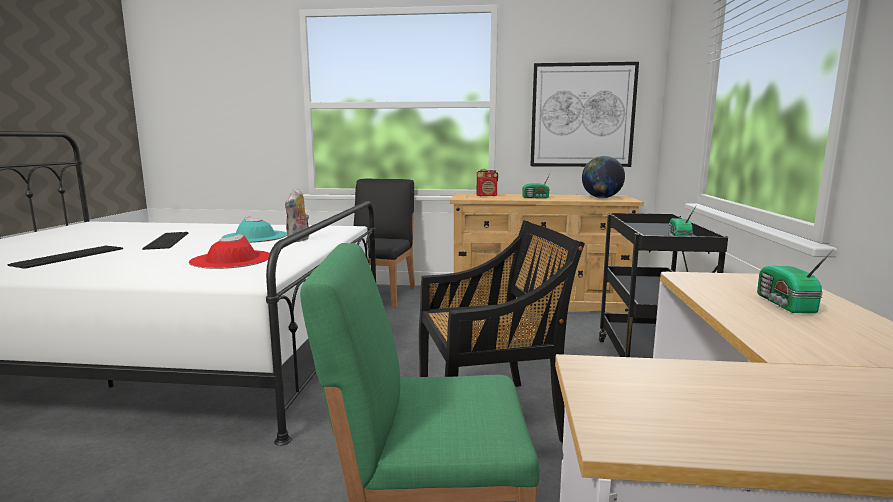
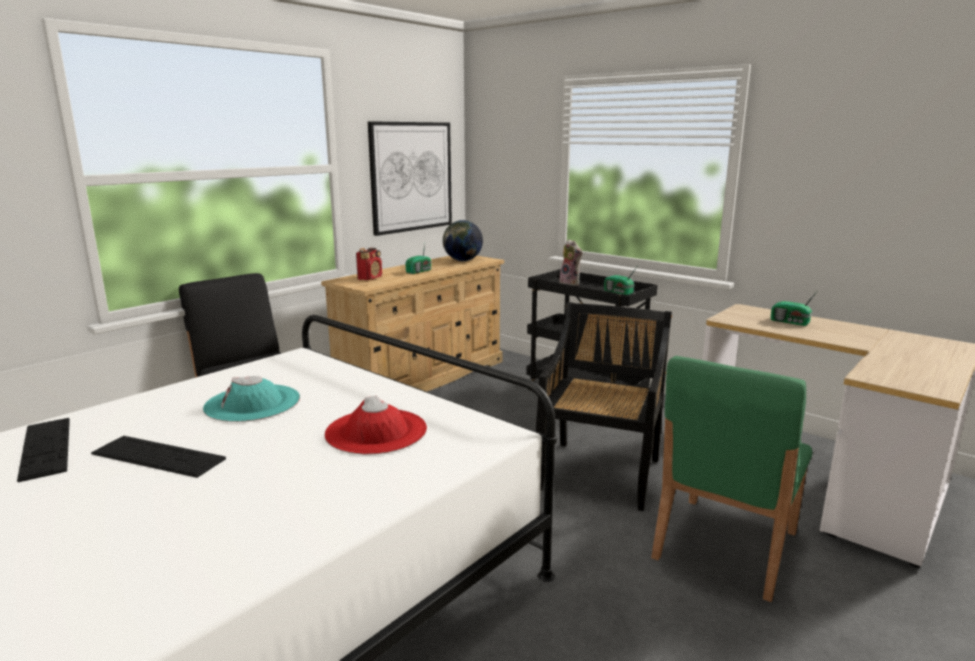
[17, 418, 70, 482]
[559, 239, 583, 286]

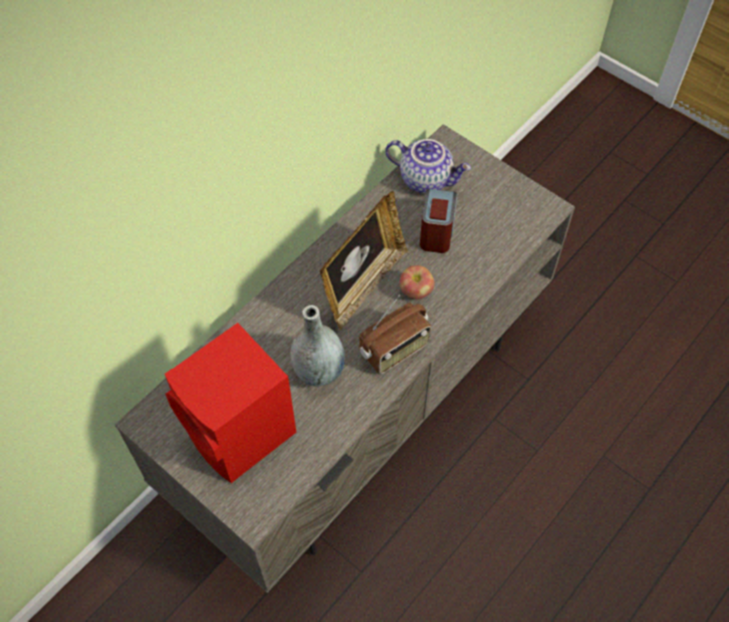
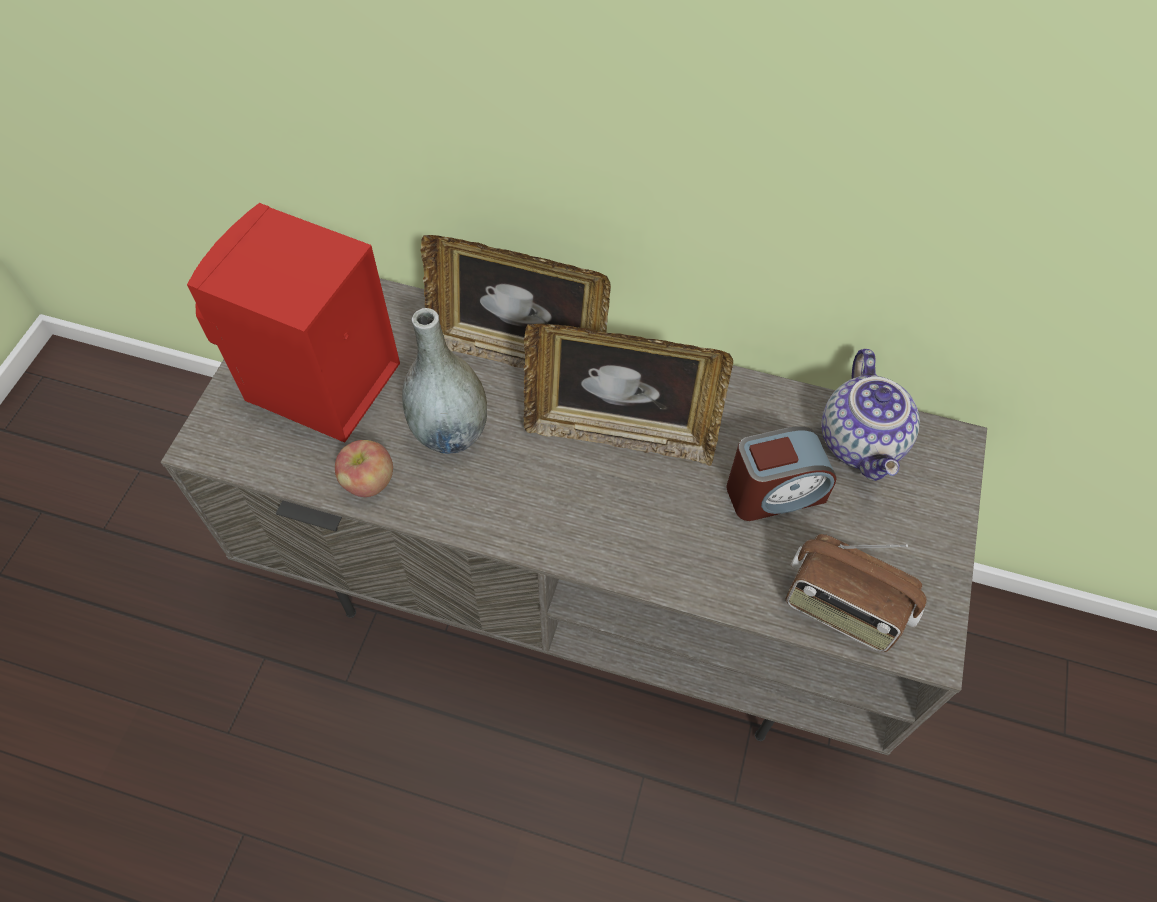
[786, 534, 927, 652]
[335, 440, 393, 497]
[421, 235, 611, 368]

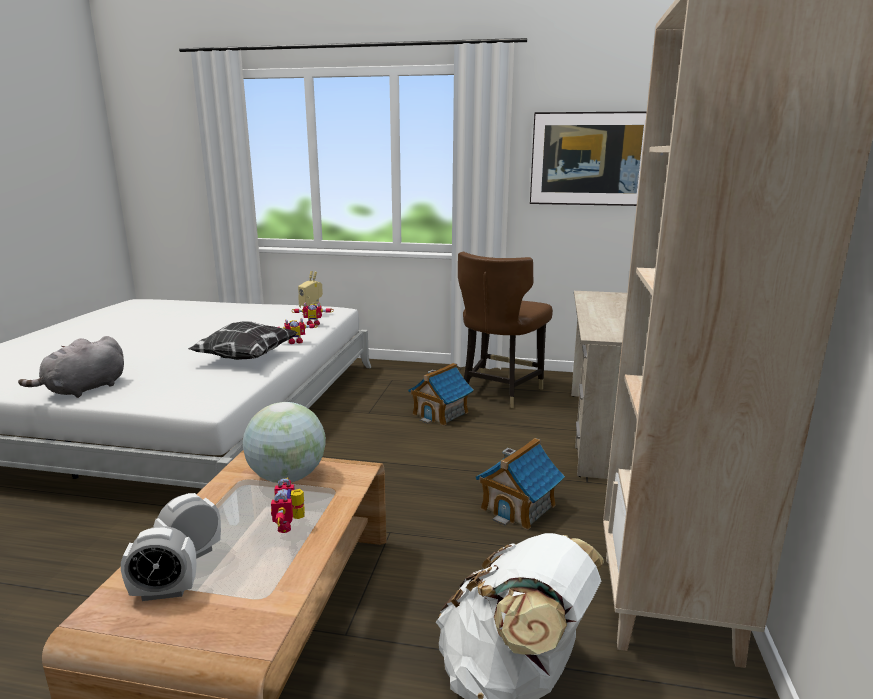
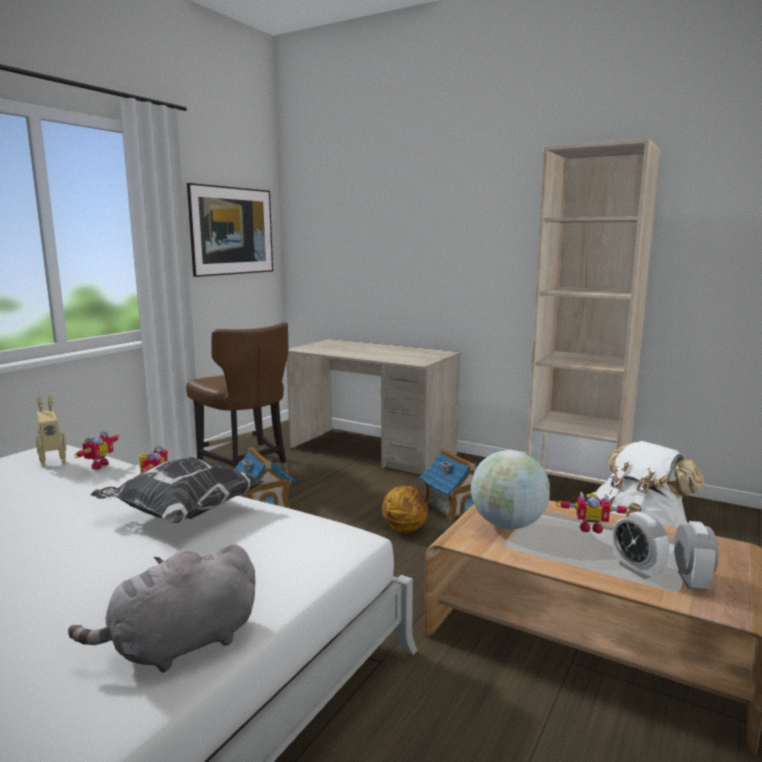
[68, 543, 256, 672]
[382, 486, 428, 533]

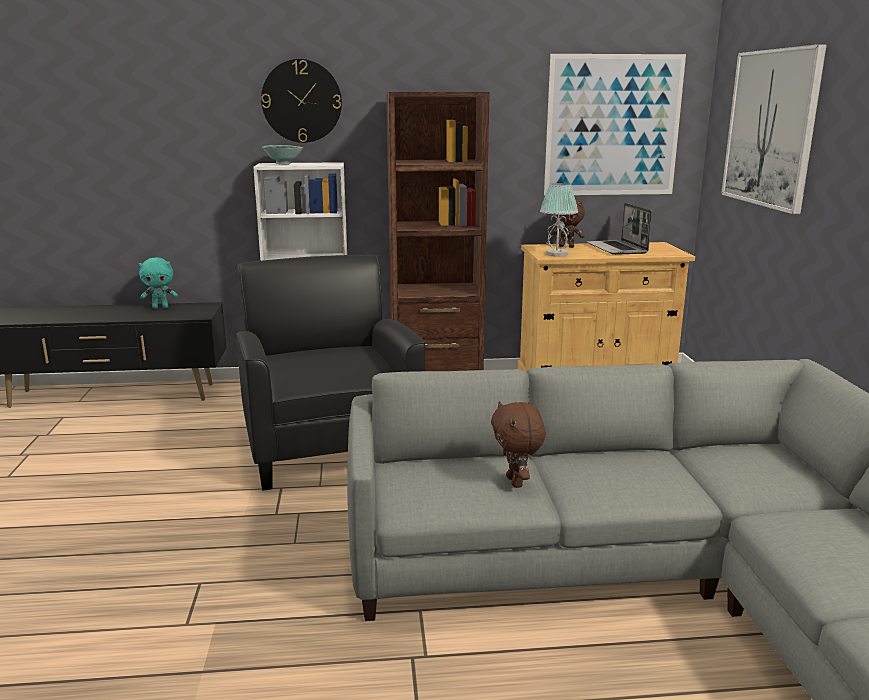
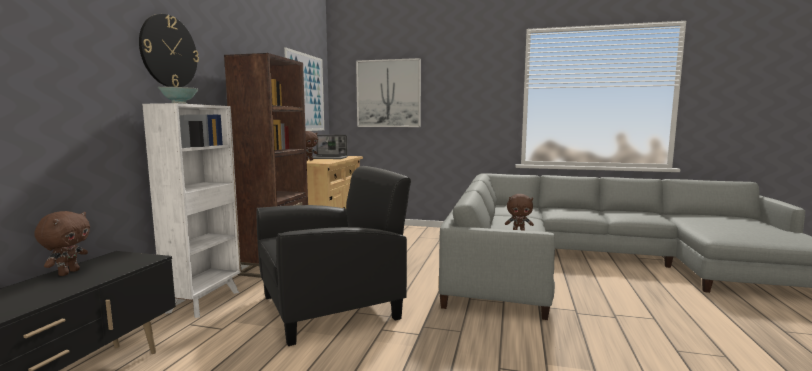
[34, 211, 90, 276]
[257, 166, 411, 346]
[540, 183, 578, 257] (first image)

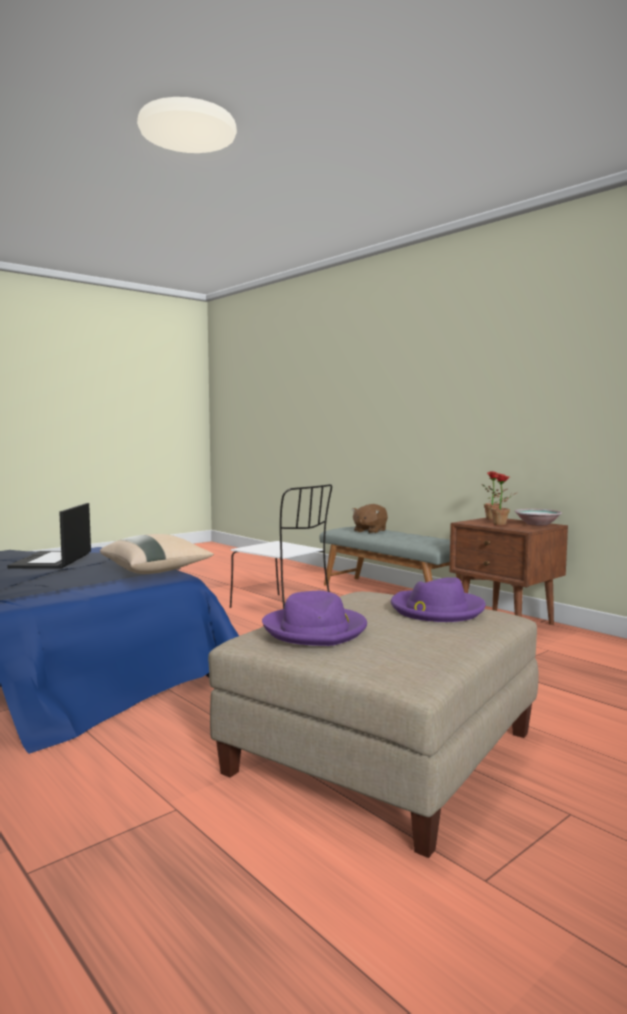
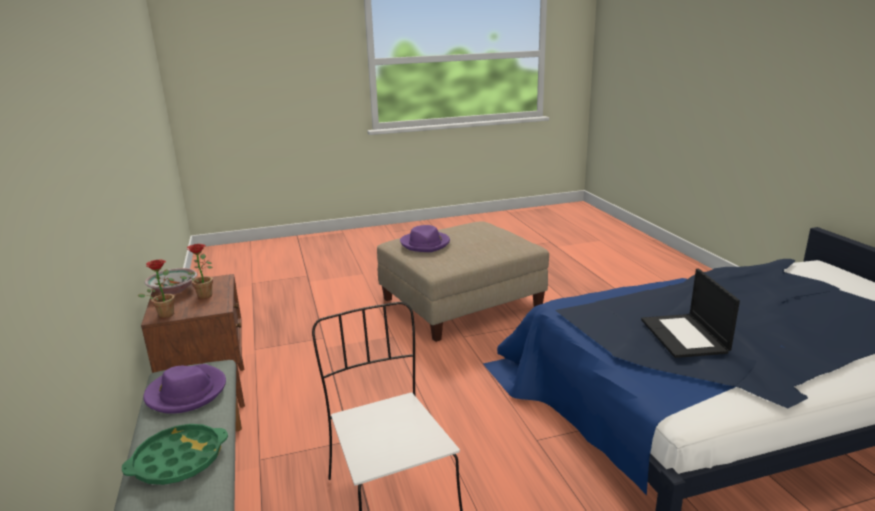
[641, 269, 740, 358]
[100, 534, 214, 574] (first image)
[143, 364, 226, 414]
[122, 424, 228, 485]

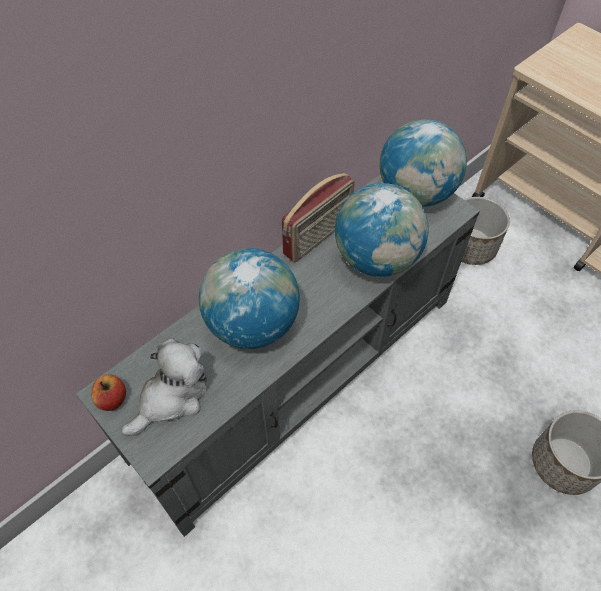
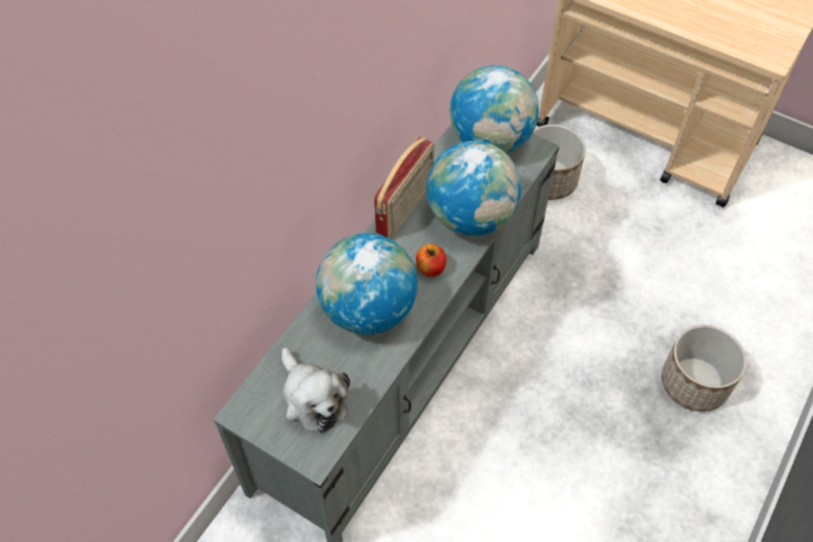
[416, 244, 446, 277]
[282, 347, 350, 433]

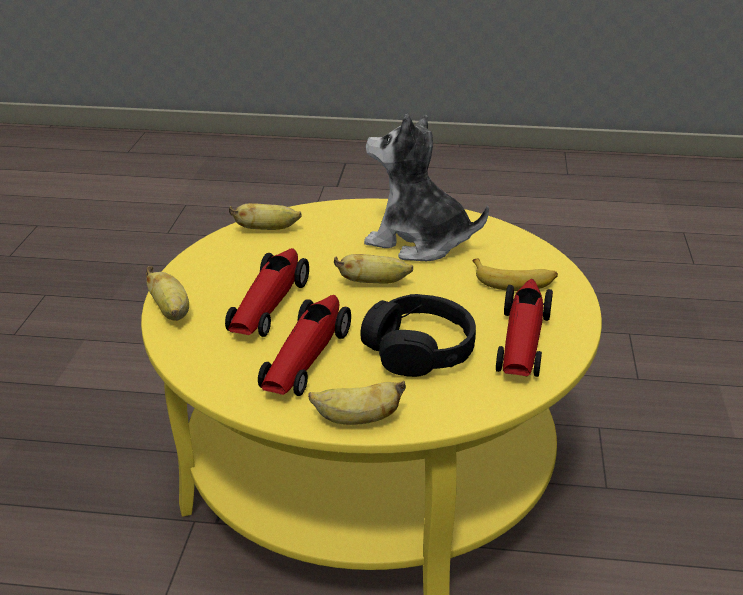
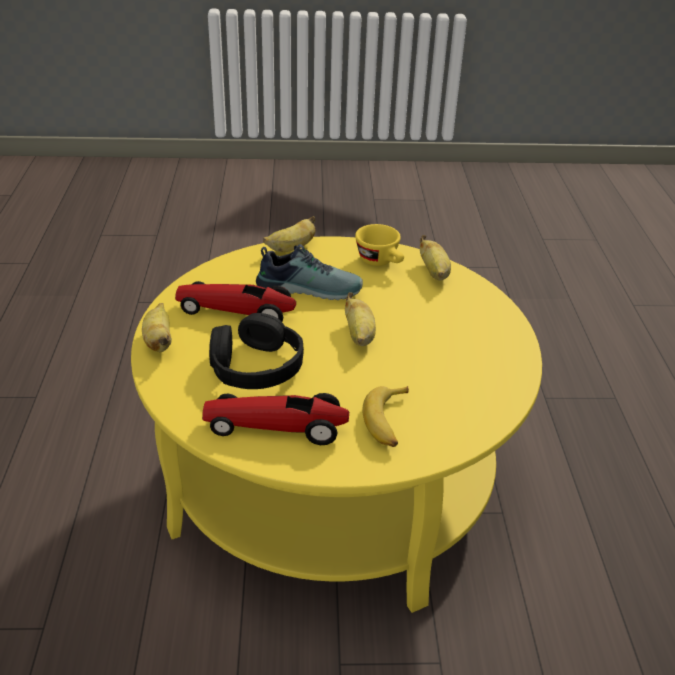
[256, 244, 363, 300]
[364, 114, 489, 261] (first image)
[355, 224, 404, 266]

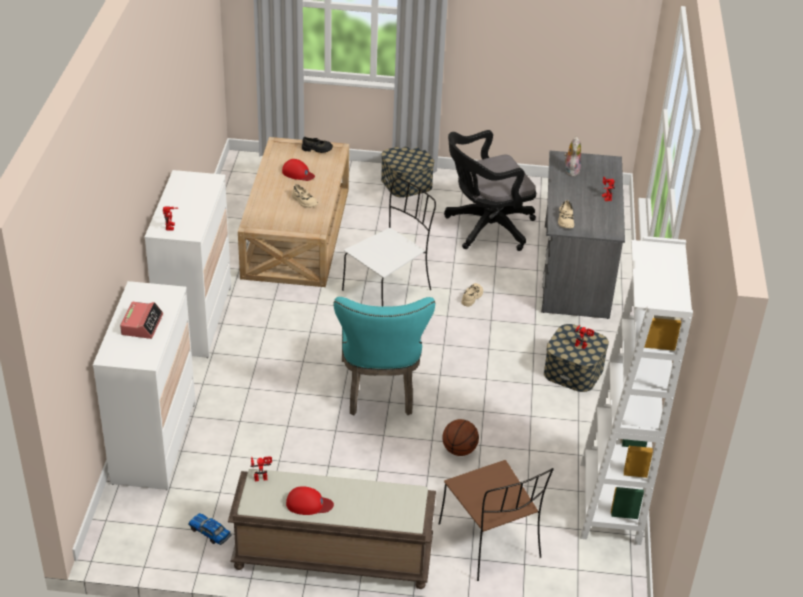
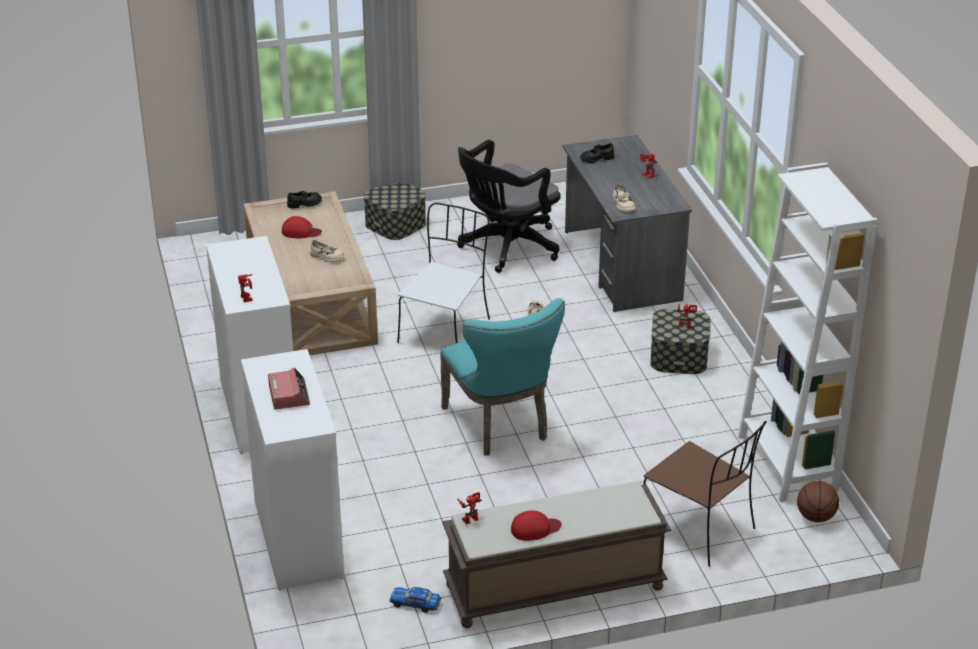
[797, 481, 839, 522]
[580, 143, 614, 163]

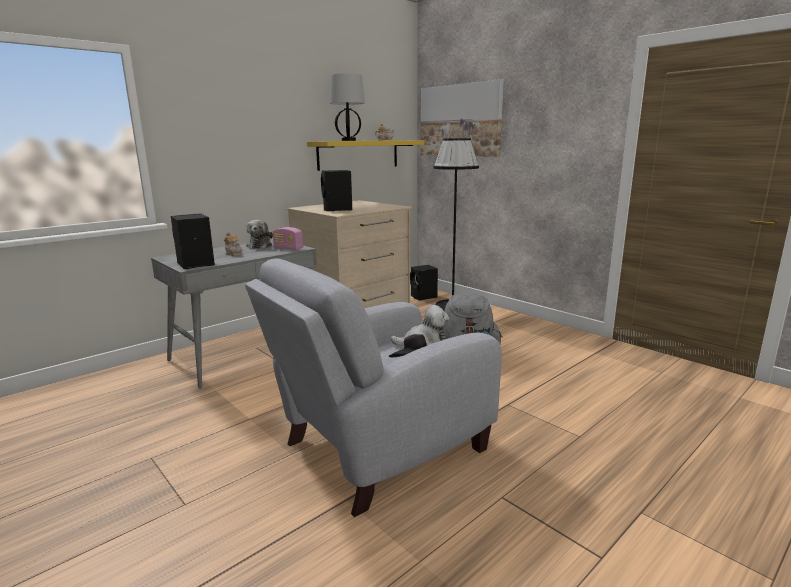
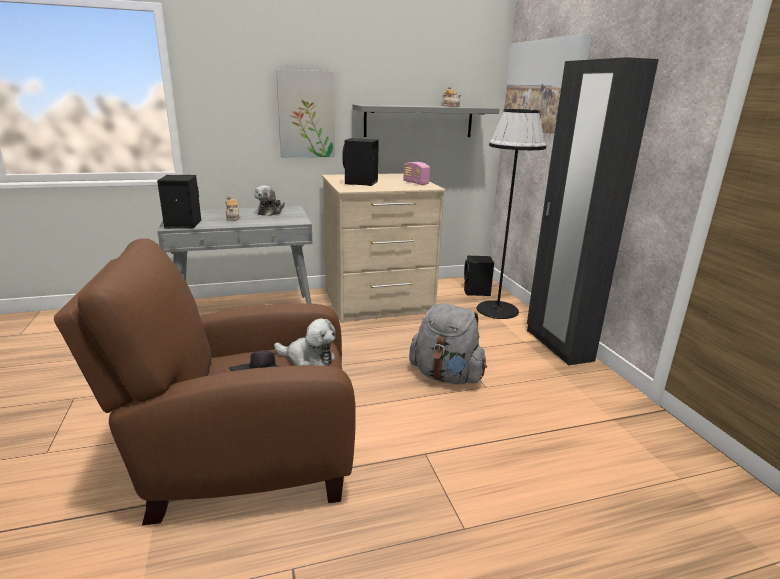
[54, 238, 356, 525]
[403, 162, 430, 185]
[353, 104, 500, 137]
[330, 73, 365, 141] (first image)
[276, 69, 335, 158]
[527, 57, 659, 365]

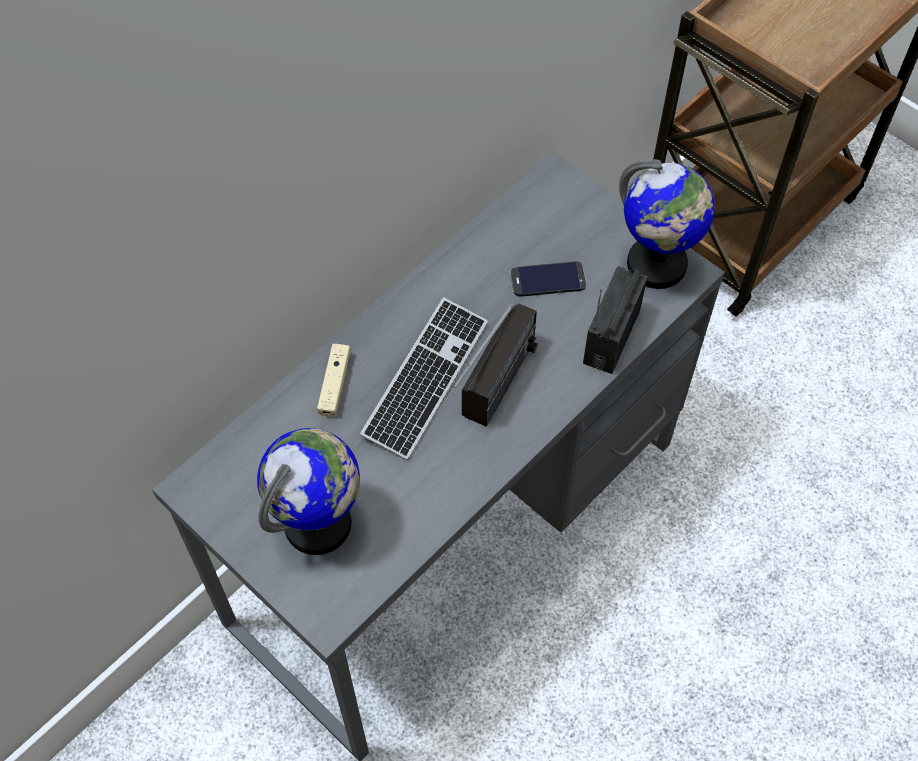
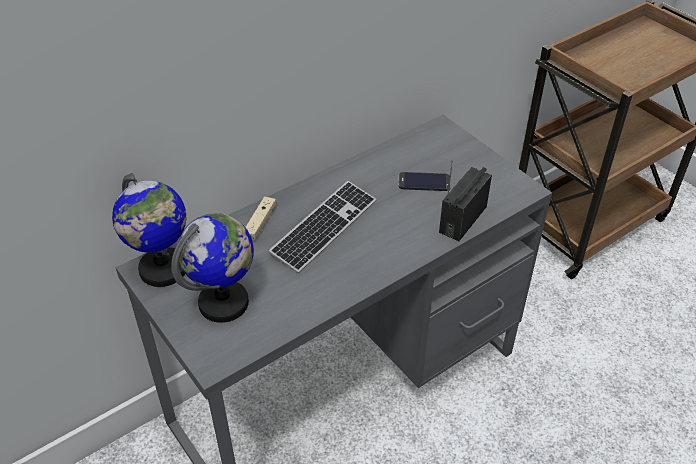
[434, 303, 538, 427] (first image)
[112, 173, 186, 287]

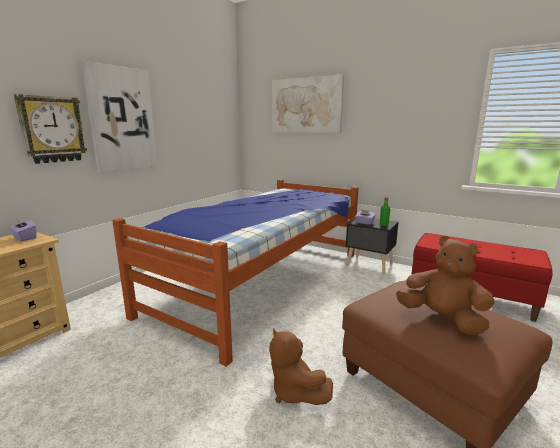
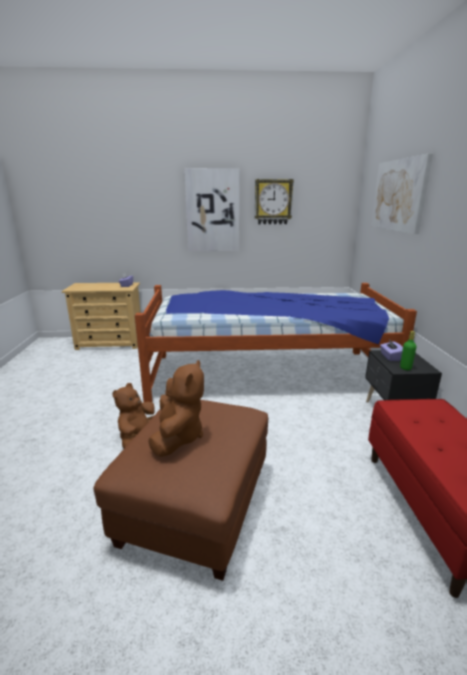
[255, 179, 294, 224]

